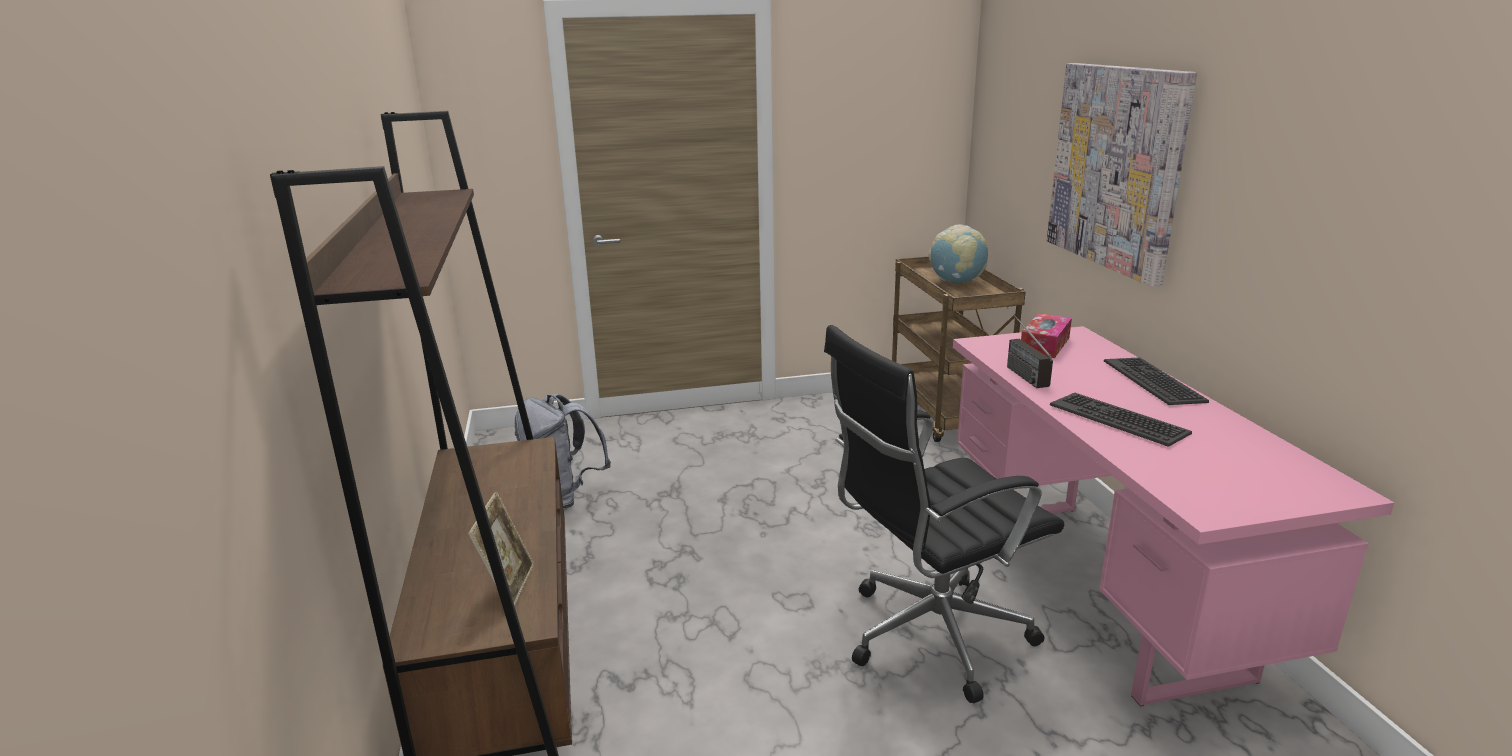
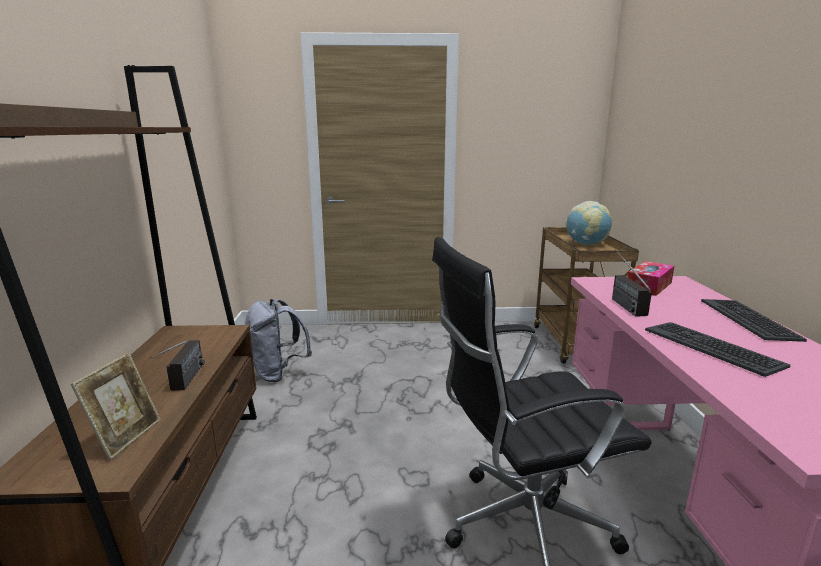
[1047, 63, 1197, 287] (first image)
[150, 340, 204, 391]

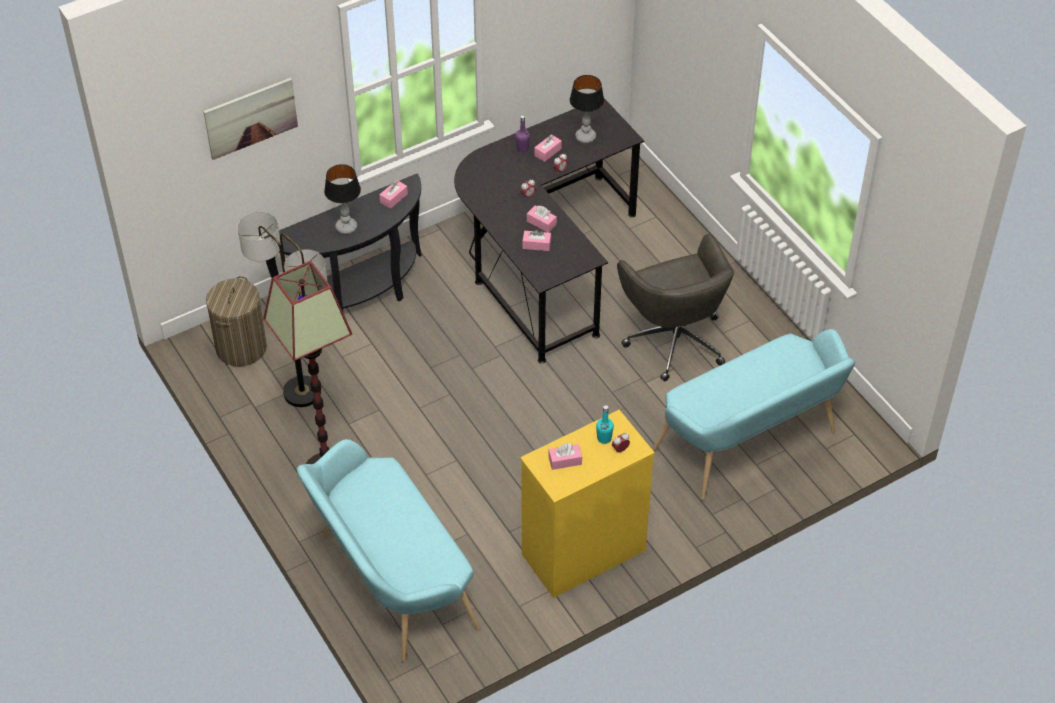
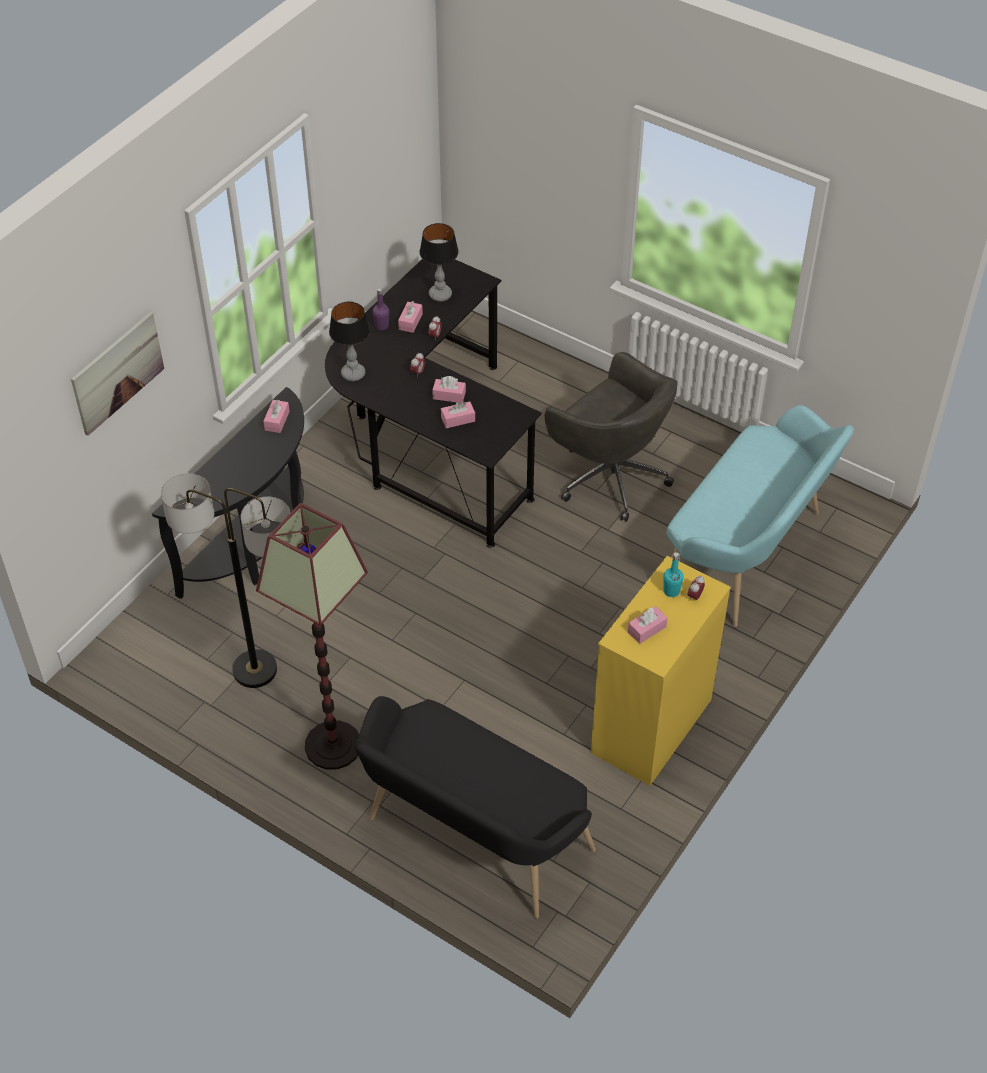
[206, 276, 267, 366] (first image)
[354, 696, 596, 919]
[329, 302, 370, 381]

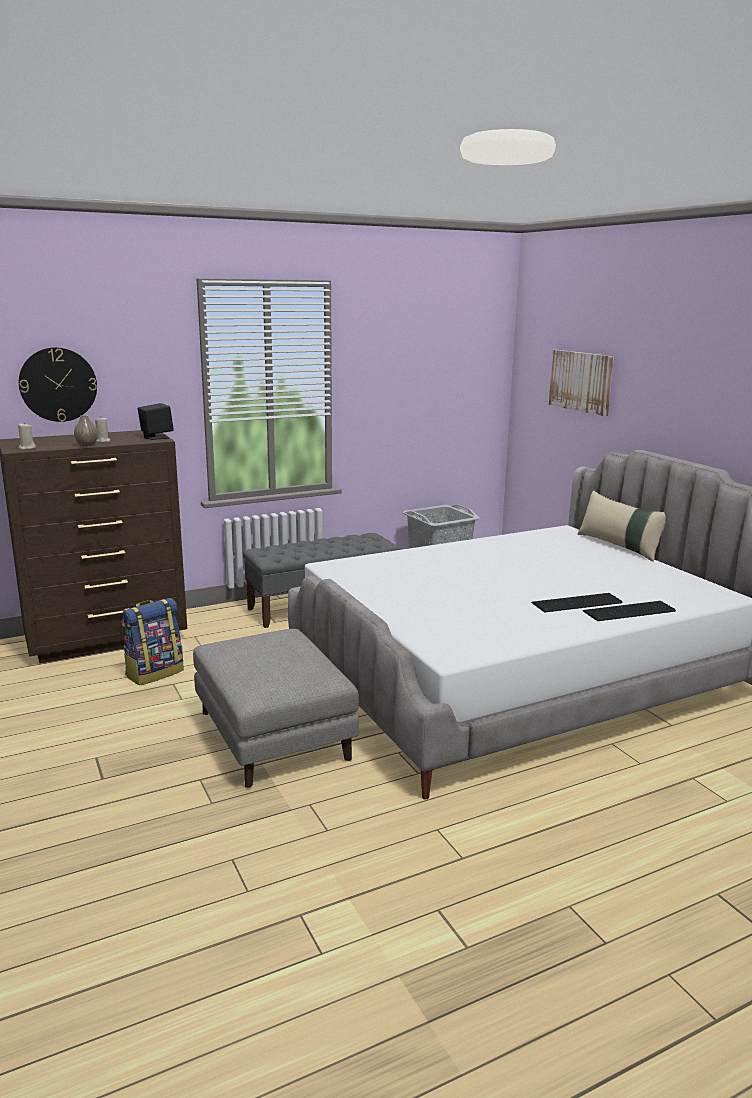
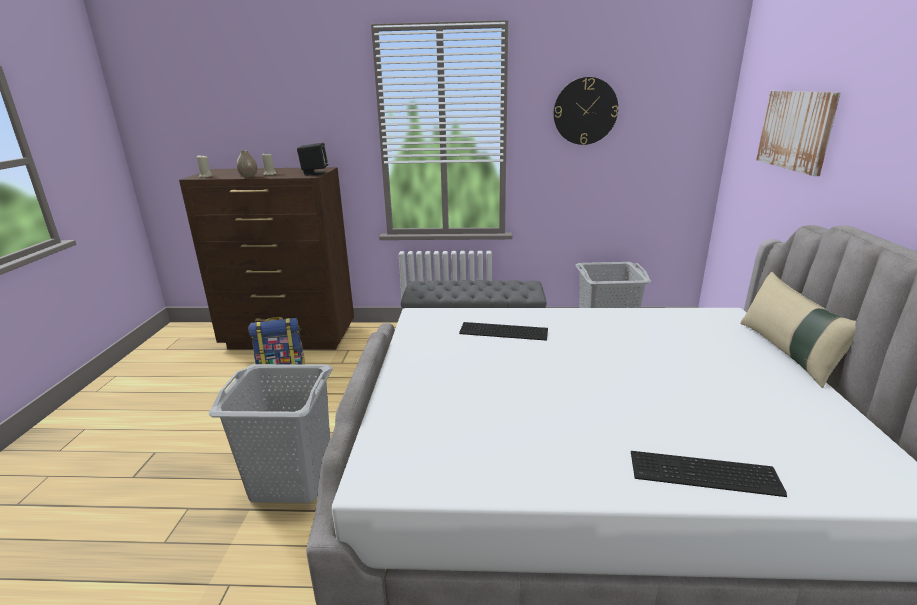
[554, 77, 618, 145]
[209, 364, 332, 503]
[459, 322, 548, 341]

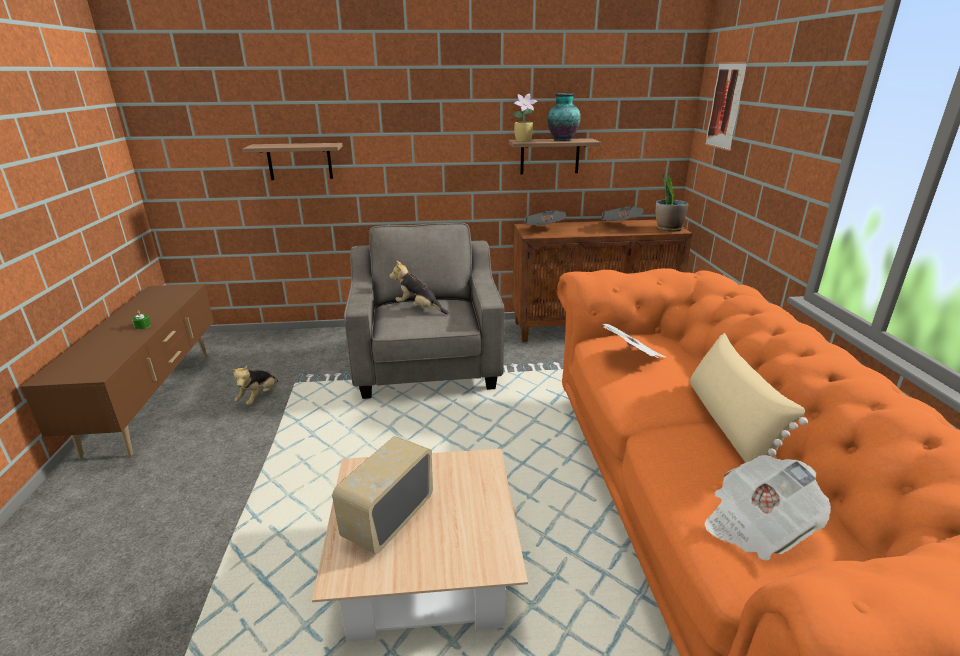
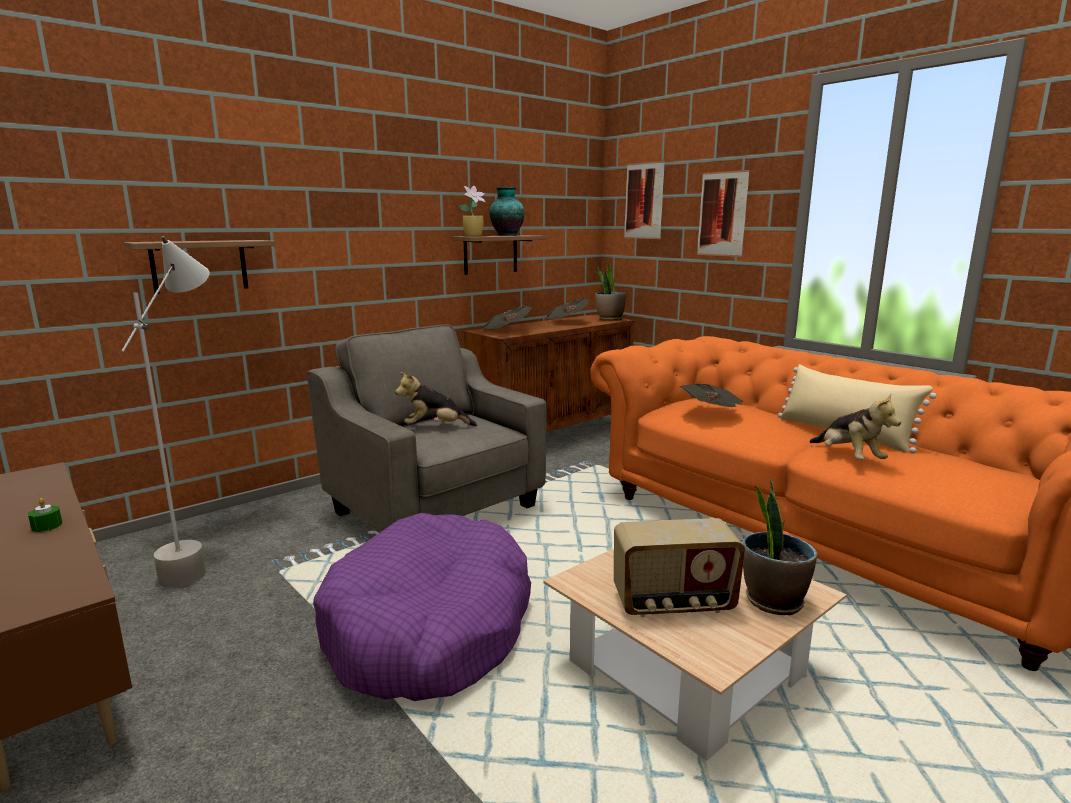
[809, 394, 901, 460]
[614, 518, 745, 617]
[704, 455, 831, 561] (first image)
[122, 236, 209, 588]
[313, 513, 531, 701]
[697, 170, 750, 257]
[743, 479, 817, 615]

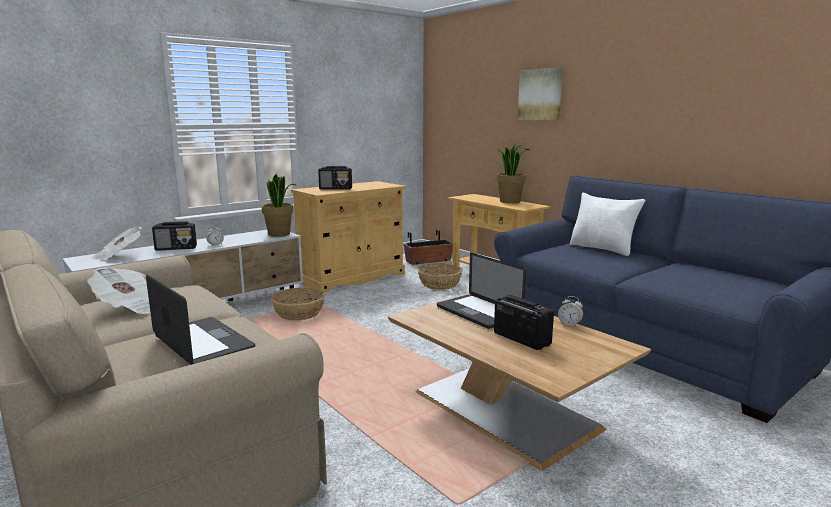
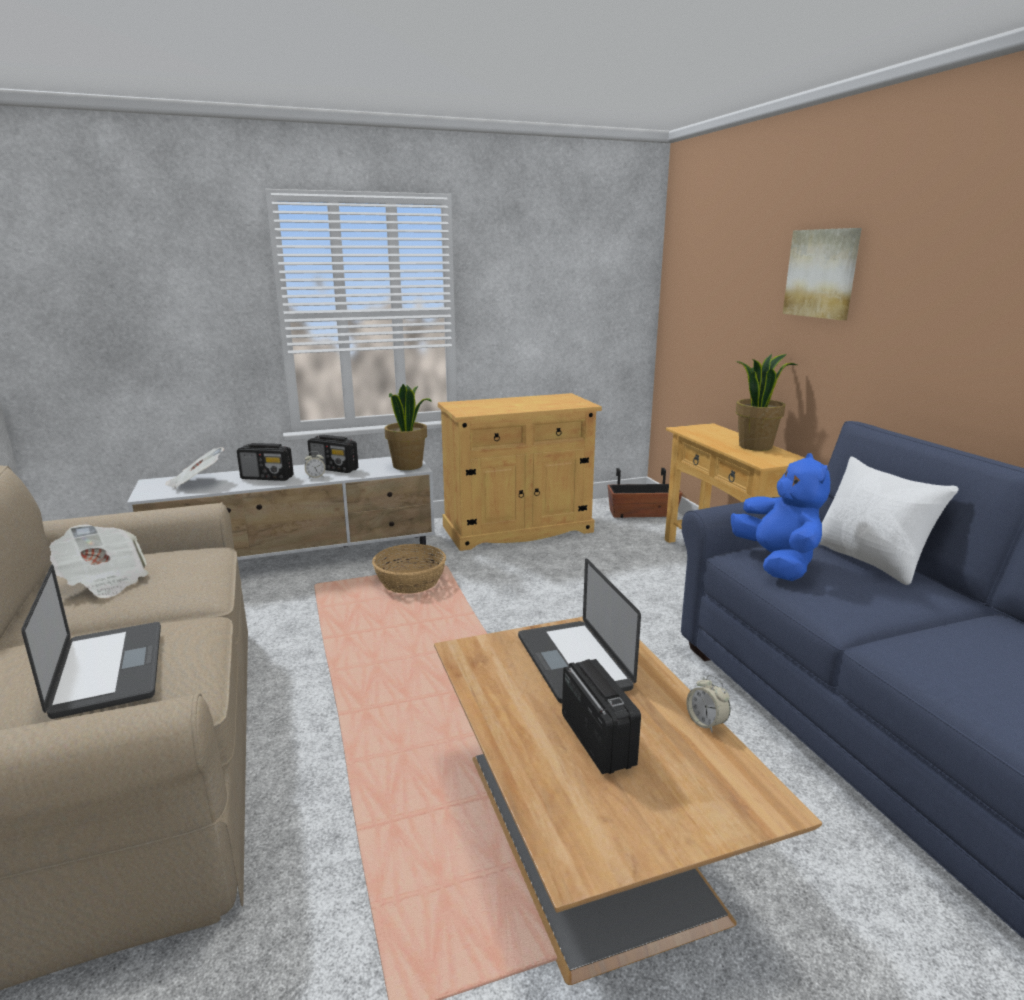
[308, 435, 358, 473]
[417, 263, 463, 290] (first image)
[731, 453, 830, 581]

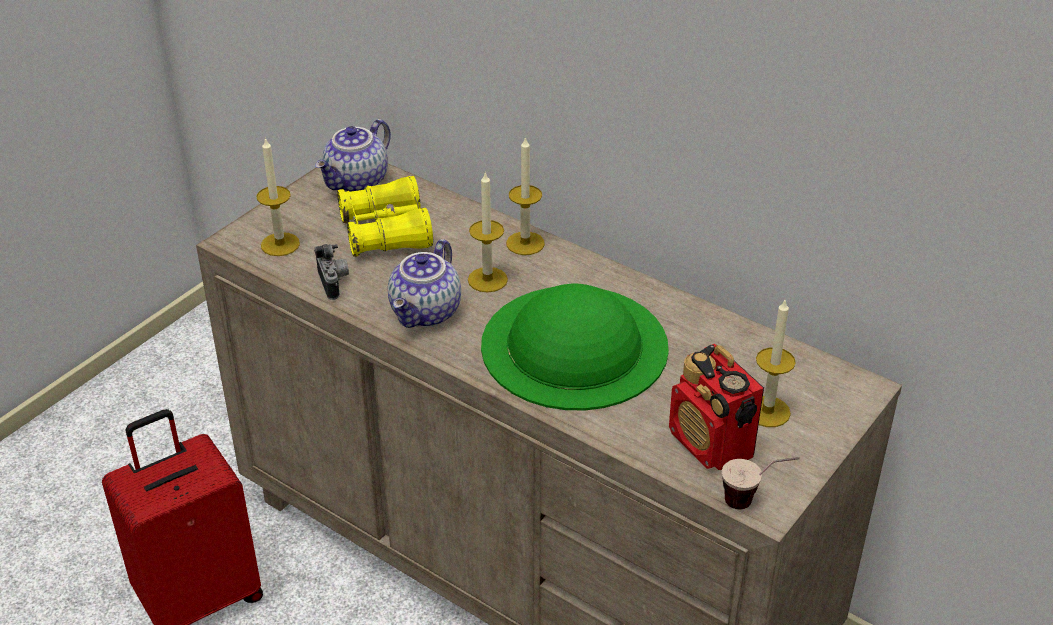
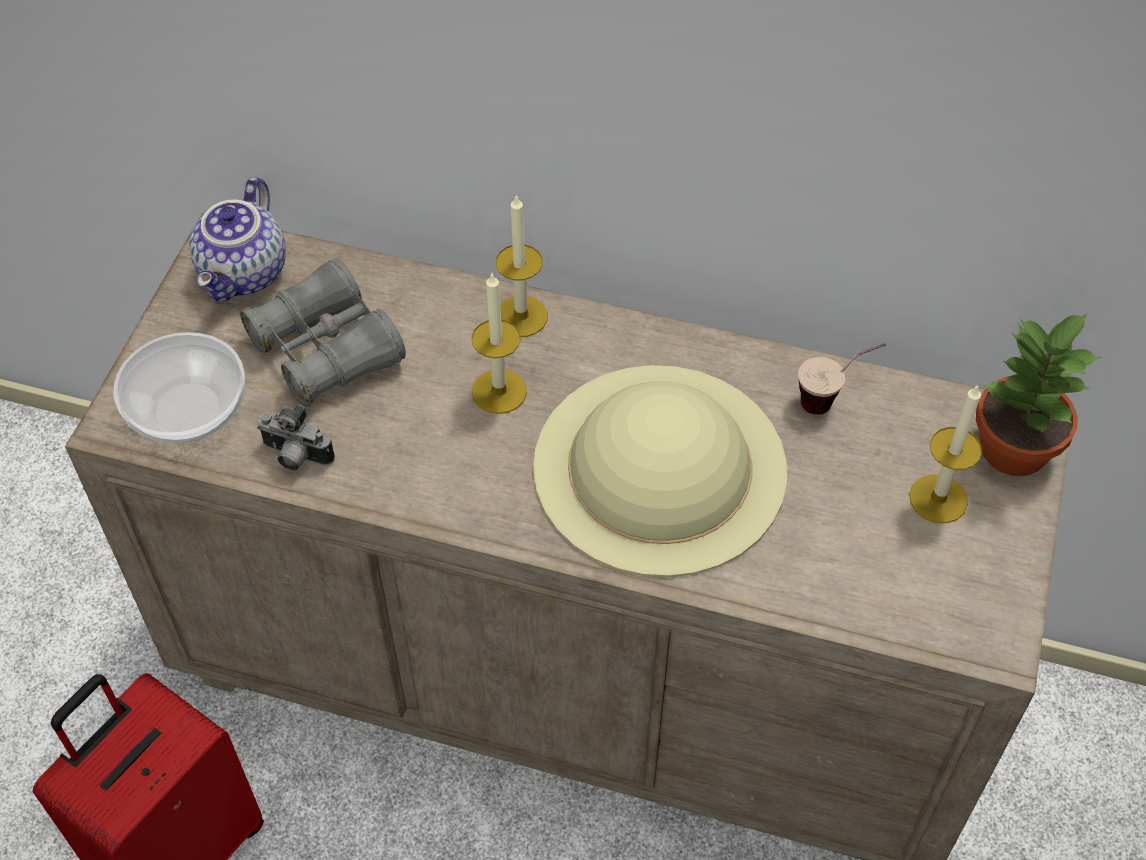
[113, 332, 245, 443]
[257, 404, 335, 471]
[240, 258, 406, 407]
[388, 239, 461, 328] (first image)
[533, 365, 787, 577]
[669, 344, 764, 470] (first image)
[798, 343, 886, 415]
[976, 313, 1101, 476]

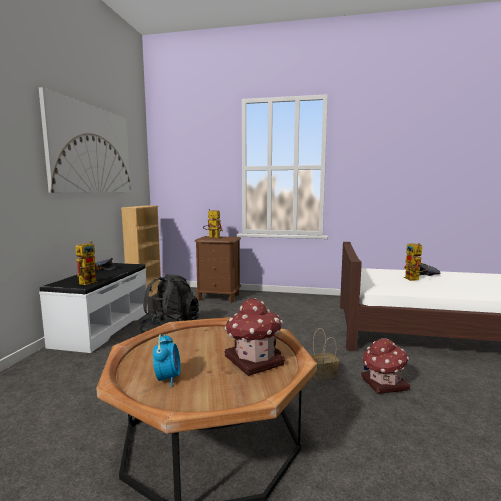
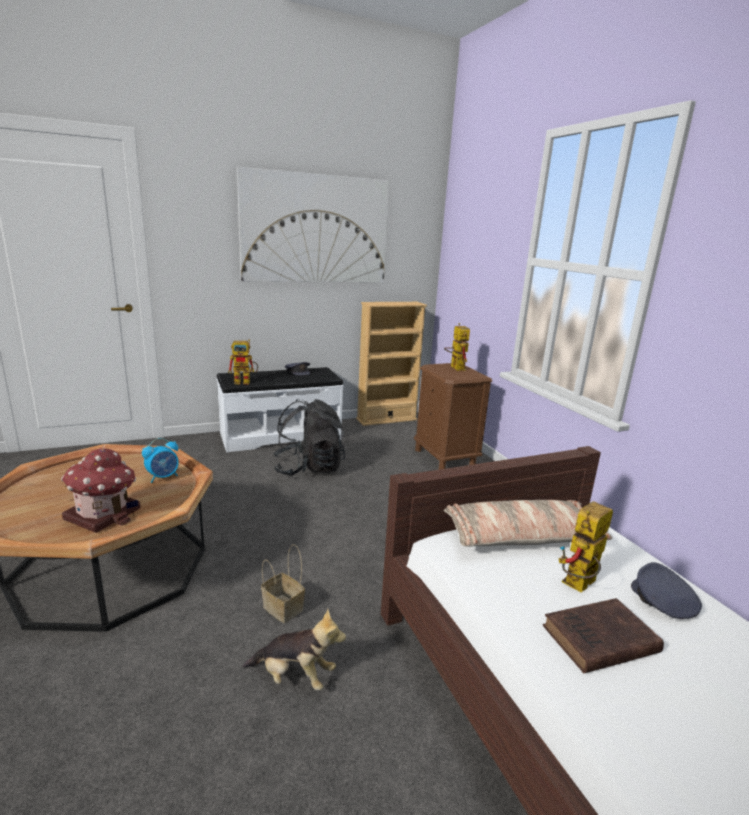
[142, 438, 179, 483]
[243, 609, 346, 691]
[444, 500, 612, 547]
[543, 598, 664, 673]

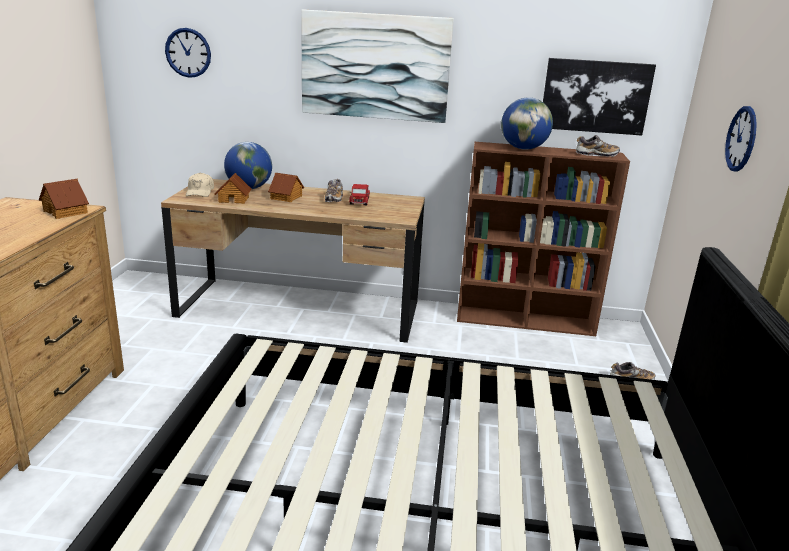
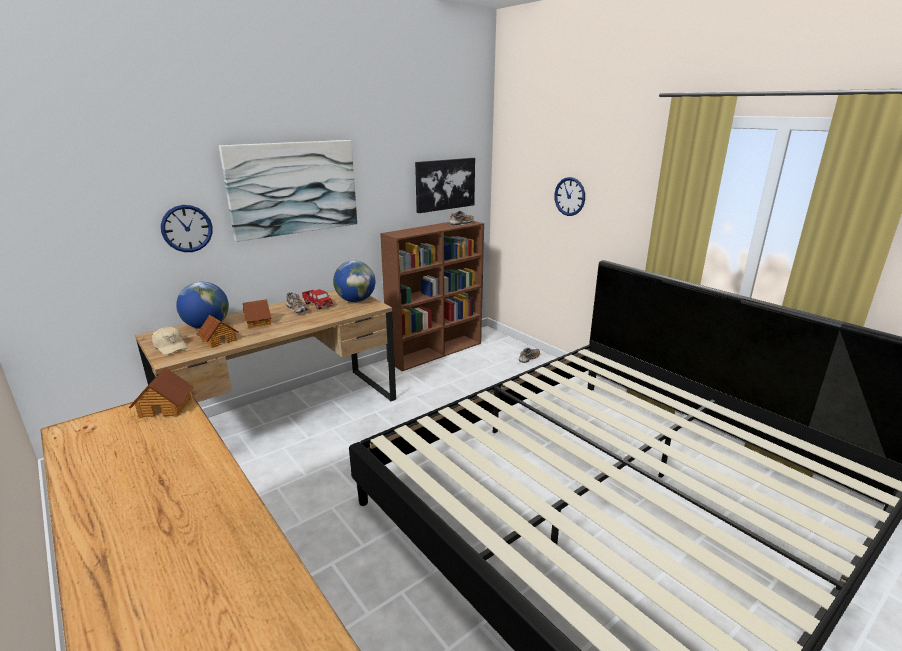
[161, 205, 213, 252]
[333, 261, 375, 302]

